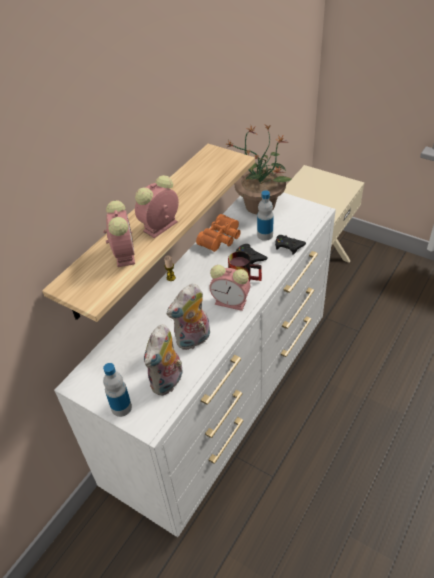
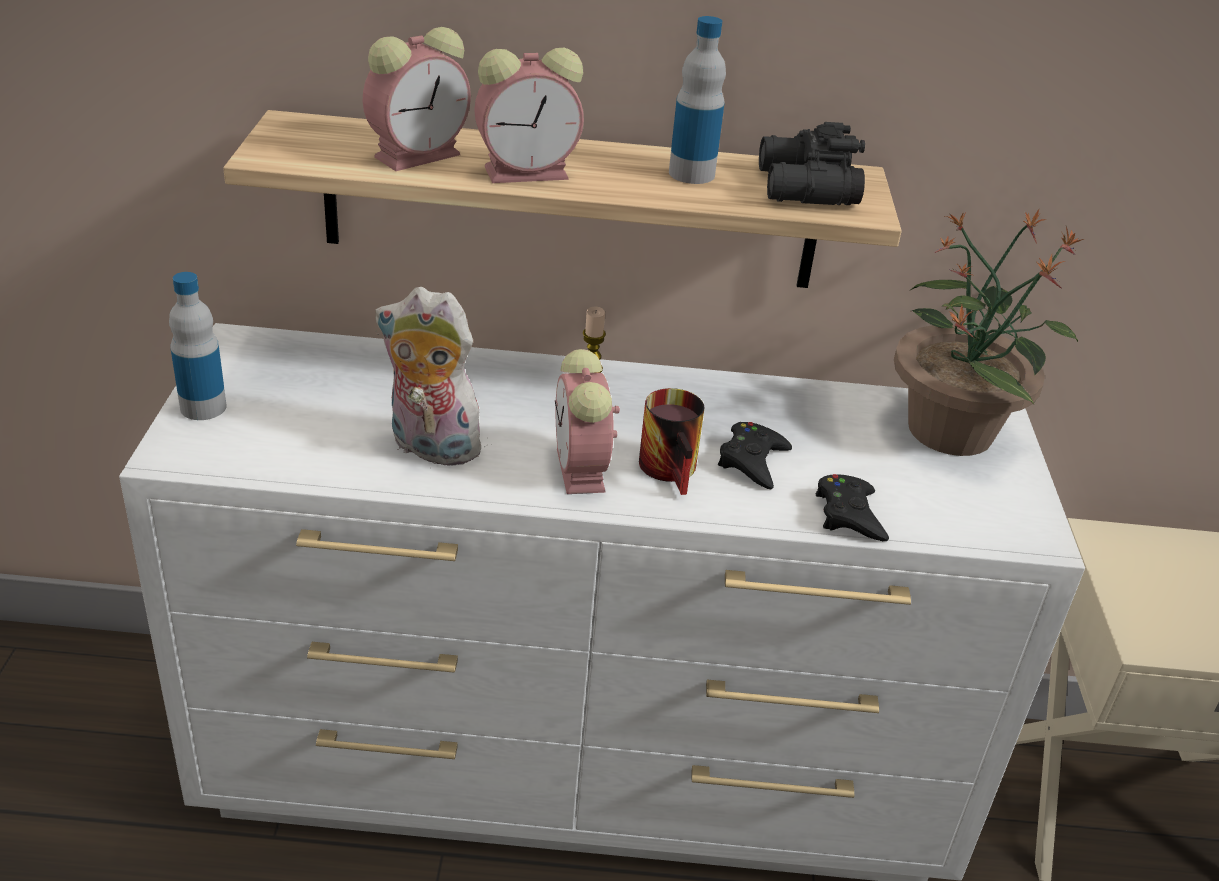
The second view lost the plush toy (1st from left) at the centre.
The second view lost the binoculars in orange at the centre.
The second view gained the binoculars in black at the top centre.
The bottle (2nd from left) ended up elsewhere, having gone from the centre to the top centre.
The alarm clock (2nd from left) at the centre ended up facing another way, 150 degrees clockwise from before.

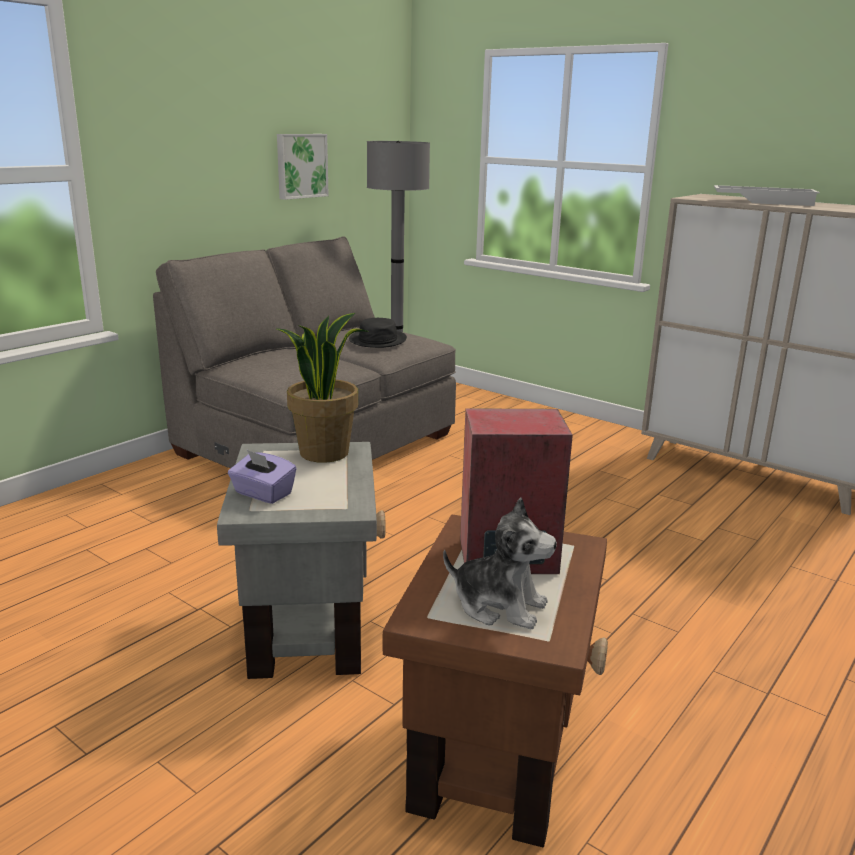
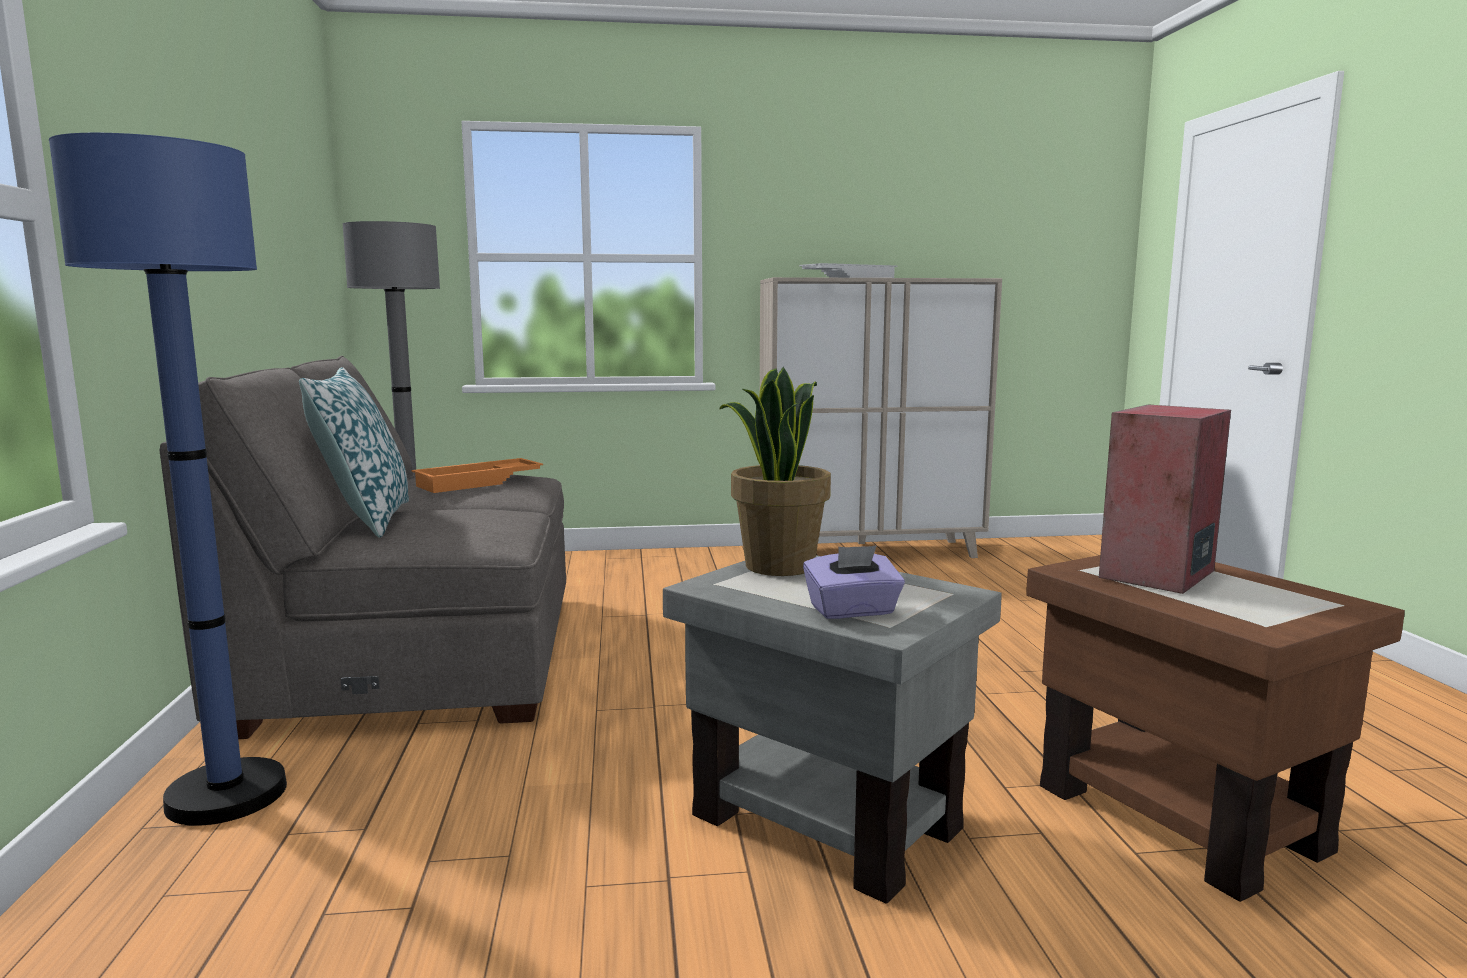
The second view lost the picture at the top centre.
The second view lost the plush toy at the centre.
The second view gained the floor lamp in blue at the middle left.
The second view gained the pillow at the middle left.
Where the hat in black stood at the centre, the tray in orange came to stand at the middle left.

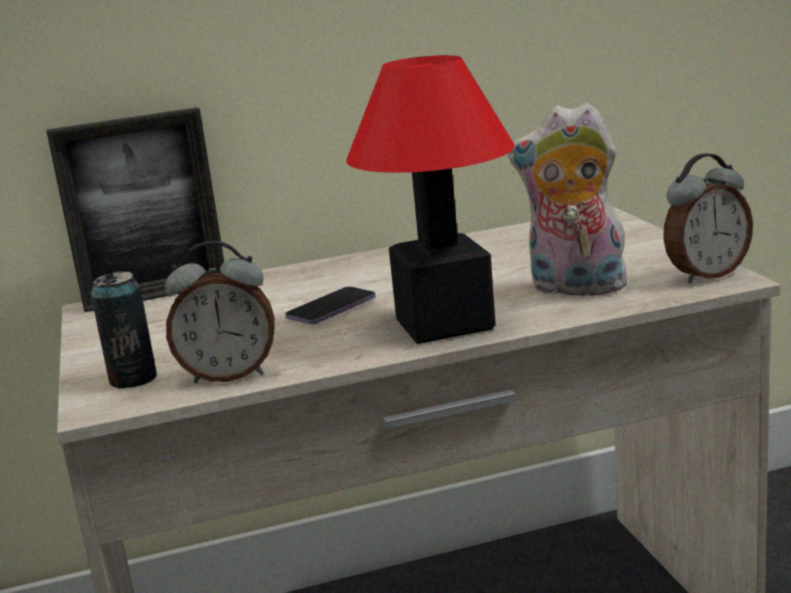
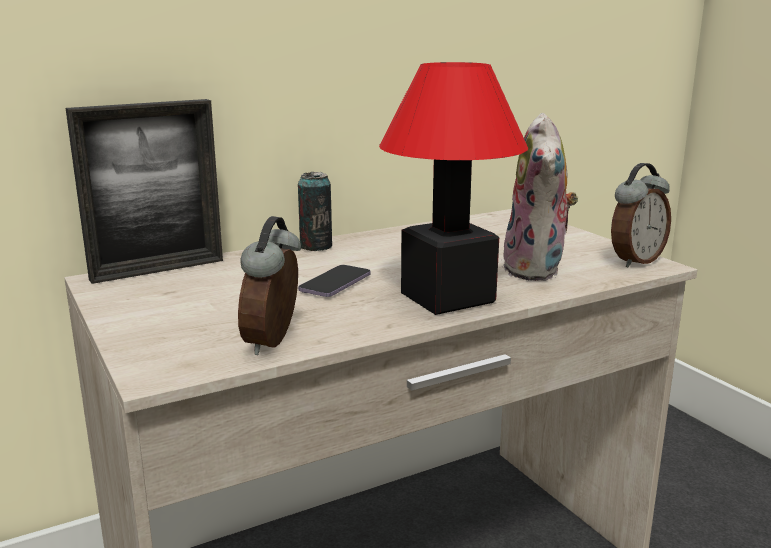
The can ended up elsewhere, having gone from the middle left to the centre.
The alarm clock (1st from left) at the middle left ended up facing another way, 120 degrees clockwise from before.
The plush toy at the middle right ended up facing another way, 90 degrees counterclockwise from before.

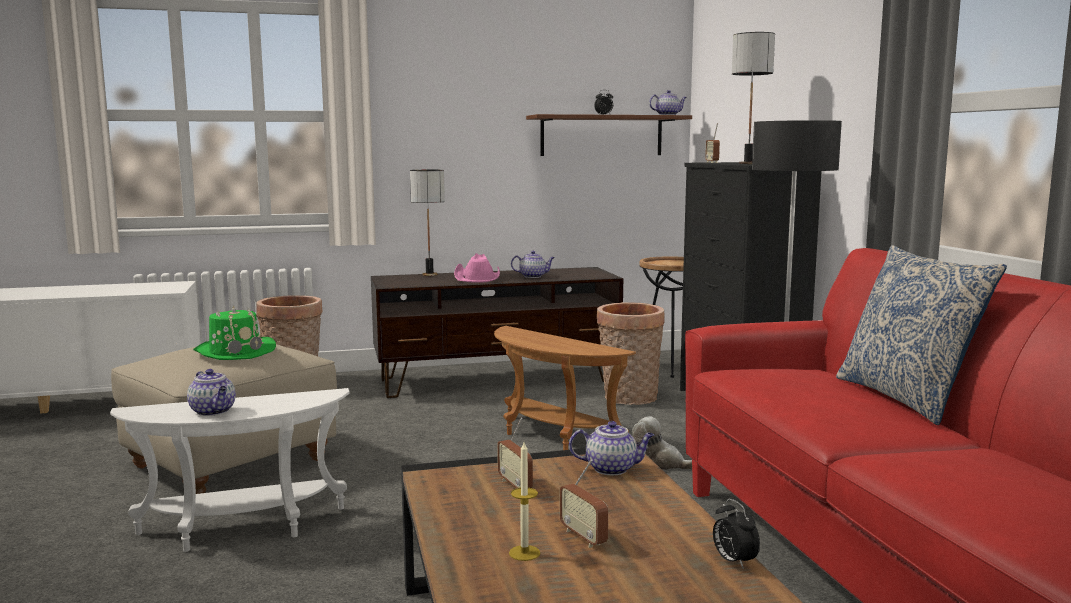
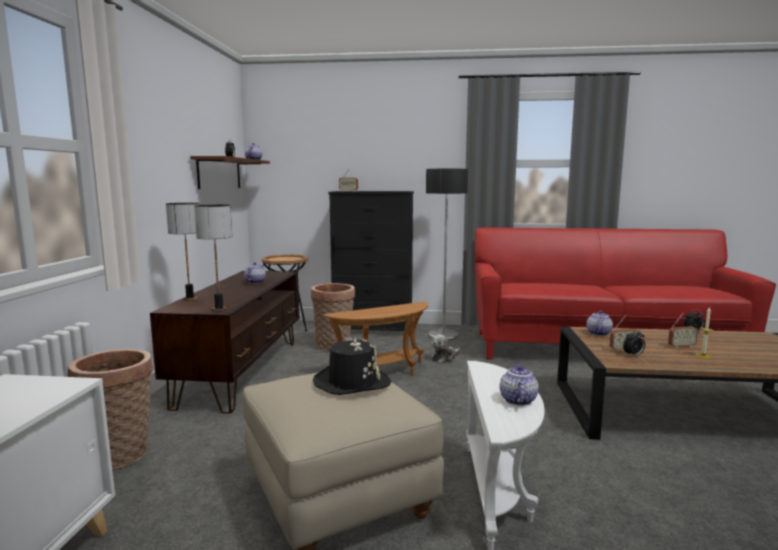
The second view lost the hat in pink at the centre.
The second view lost the pillow at the middle right.
The second view gained the alarm clock (2nd from left) at the middle right.
The table lamp (2nd from left) ended up elsewhere, having gone from the top right to the middle left.
What was the hat in green at the middle left turned into the hat in black at the centre.
The teapot (1st from left in the first image) at the middle left ended up facing another way, 60 degrees counterclockwise from before.

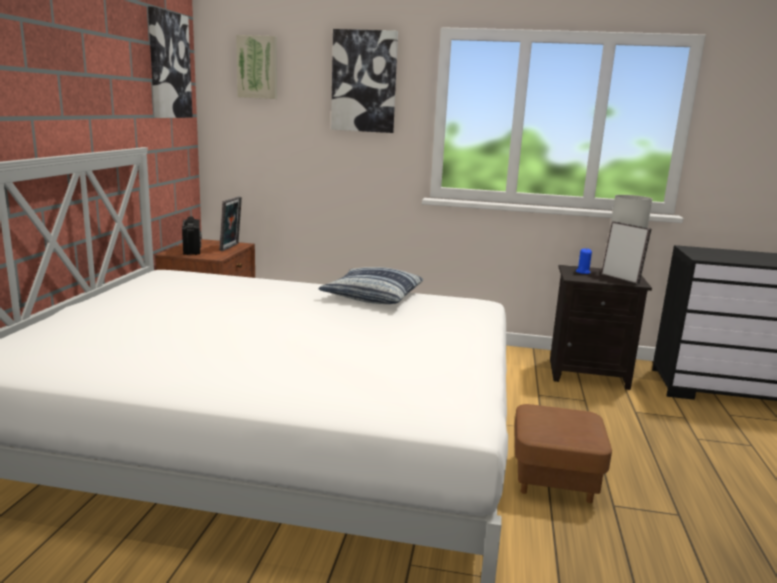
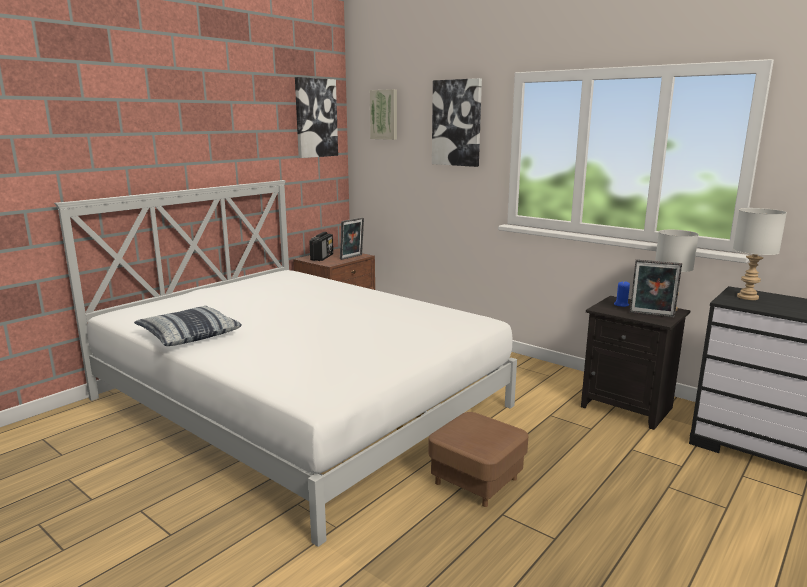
The second view gained the table lamp in grey (2nd from left) at the middle right.
The pillow ended up elsewhere, having gone from the centre to the middle left.
The picture frame (2nd from left) at the middle right ended up facing another way, 120 degrees clockwise from before.

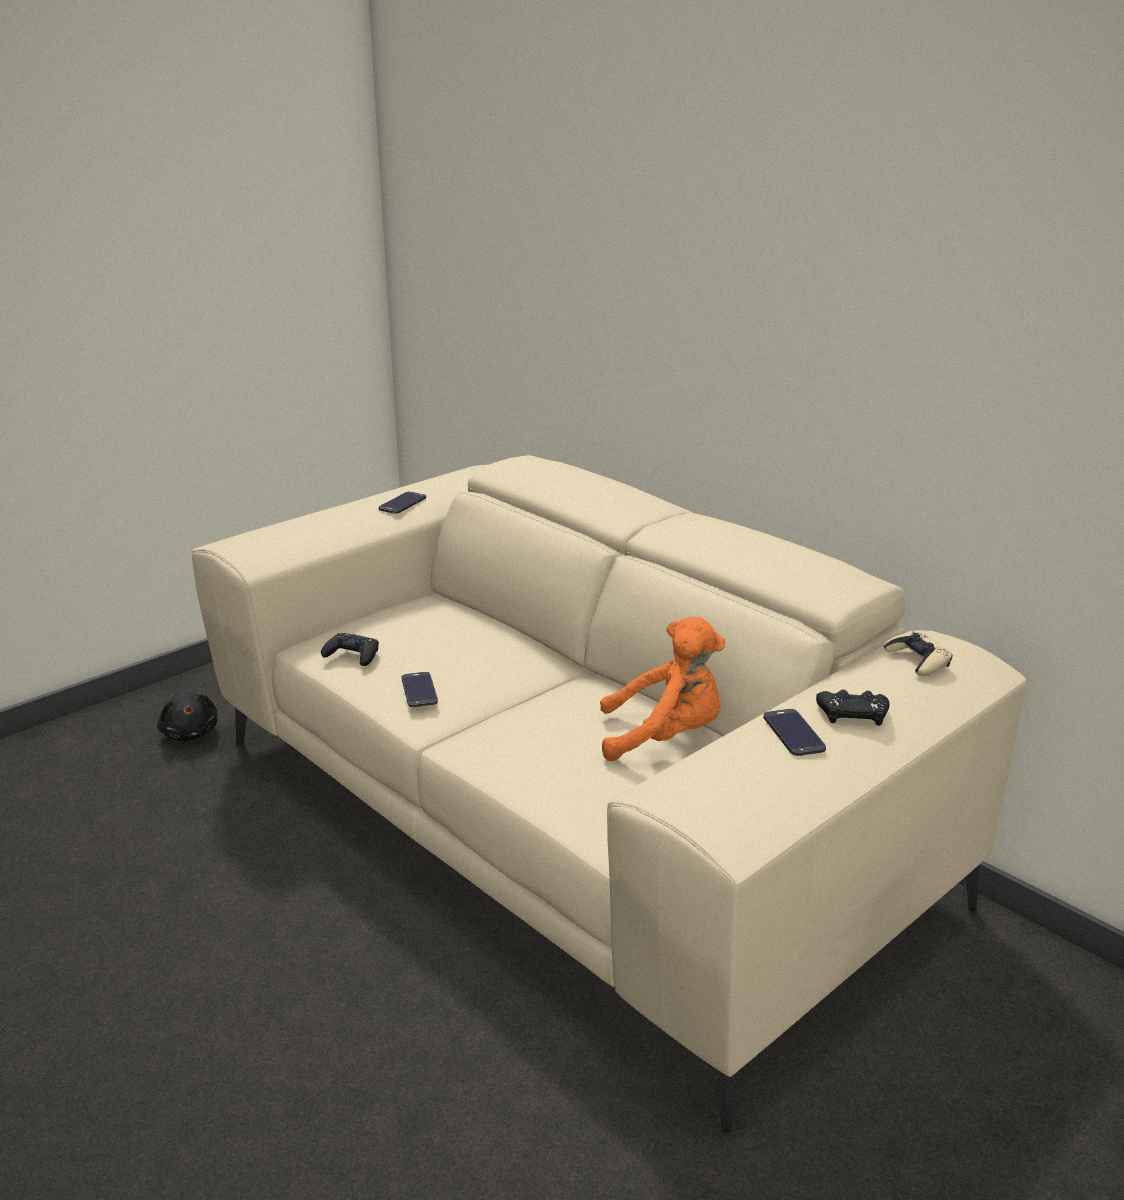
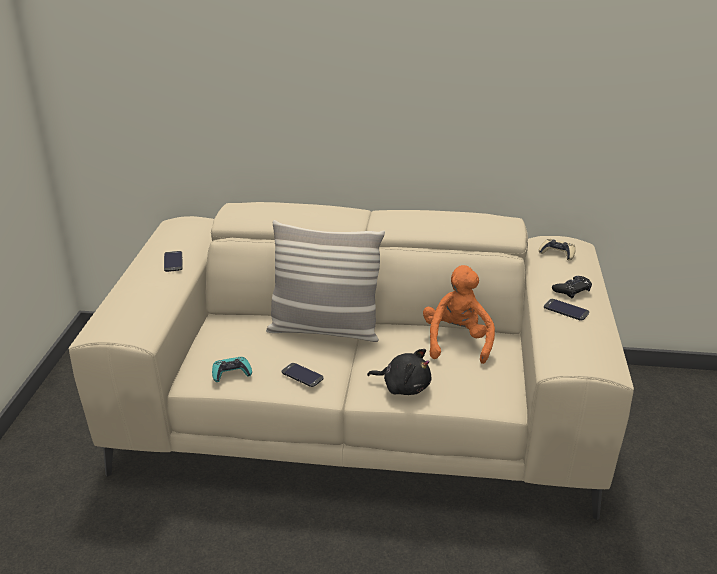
The second view gained the pillow at the centre.
The plush toy in black ended up elsewhere, having gone from the middle left to the centre.
What was the game controller in black (1st from left) at the middle left turned into the game controller in turquoise at the middle left.
The plush toy in orange at the centre ended up facing another way, 45 degrees counterclockwise from before.

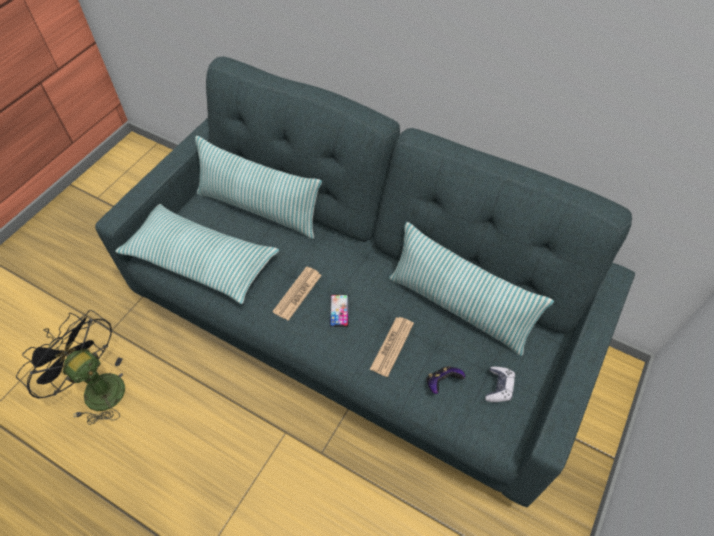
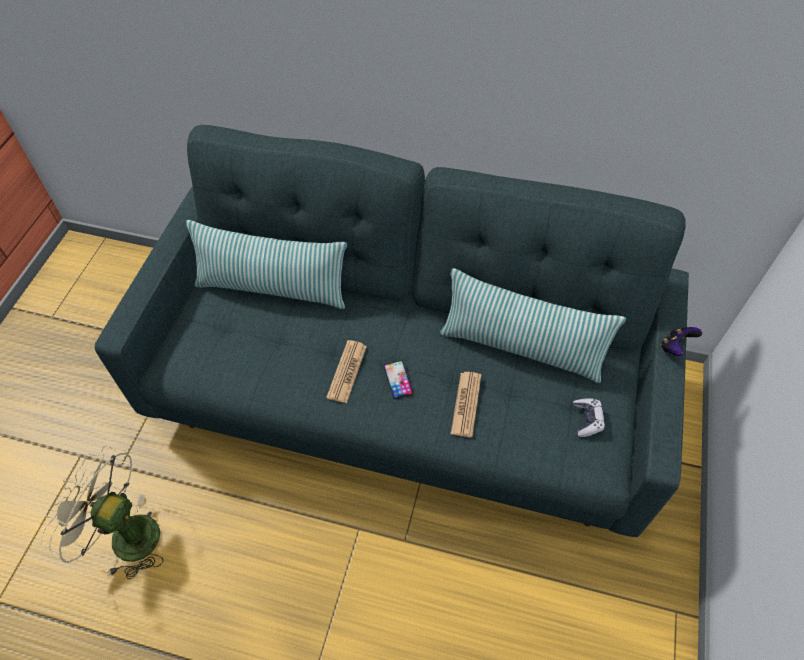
The second view lost the pillow (1st from left) at the middle left.
The game controller (1st from left in the first image) ended up elsewhere, having gone from the bottom centre to the middle right.
What was the fan in black at the bottom left turned into the fan in beige at the bottom left.

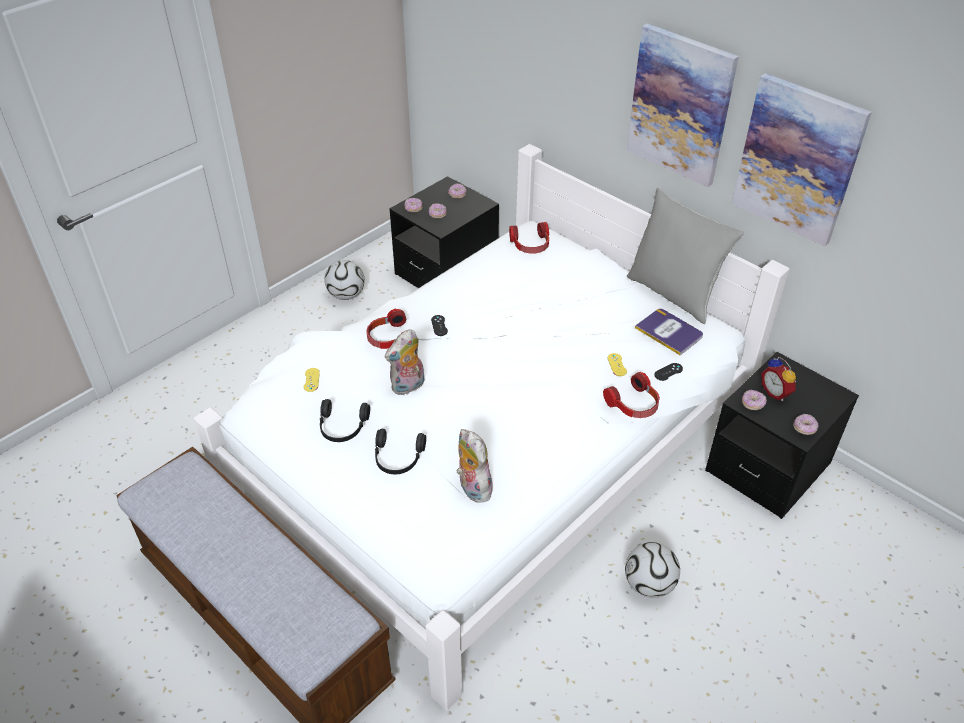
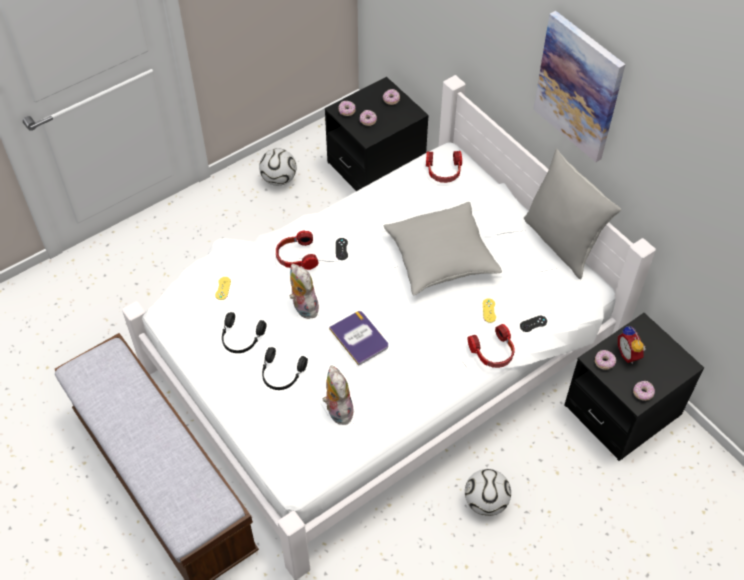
The second view lost the picture (2nd from left) at the top right.
The second view gained the pillow in grey (1st from left) at the centre.
The book ended up elsewhere, having gone from the middle right to the centre.
The plush toy (1st from left) at the centre ended up facing another way, 90 degrees clockwise from before.

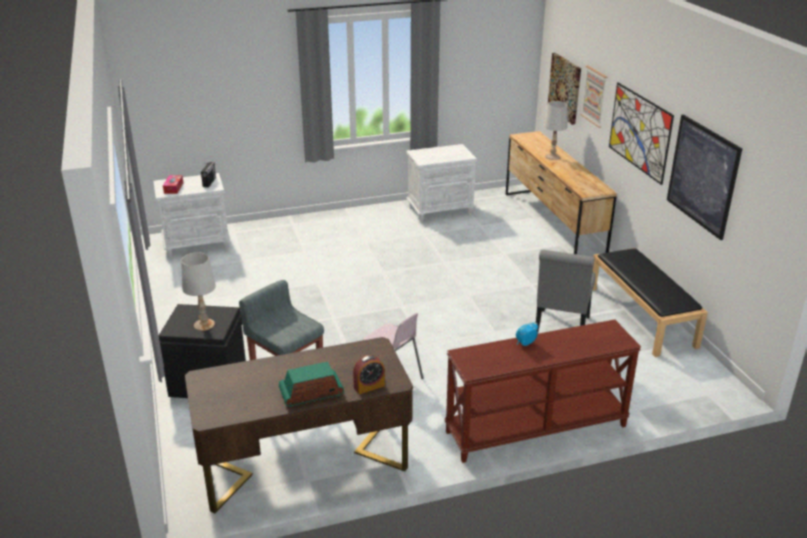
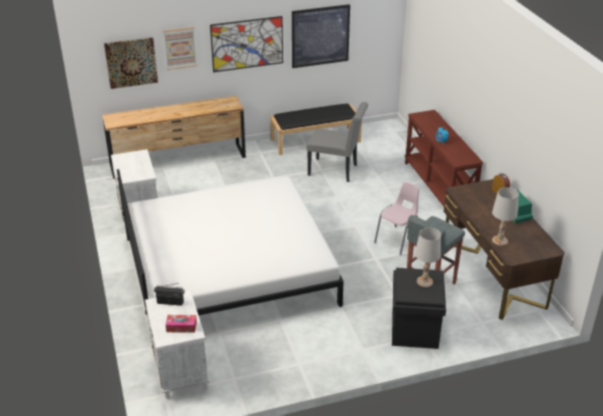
The second view gained the bed in white at the centre.
The table lamp in white (2nd from left) ended up elsewhere, having gone from the top right to the middle right.

